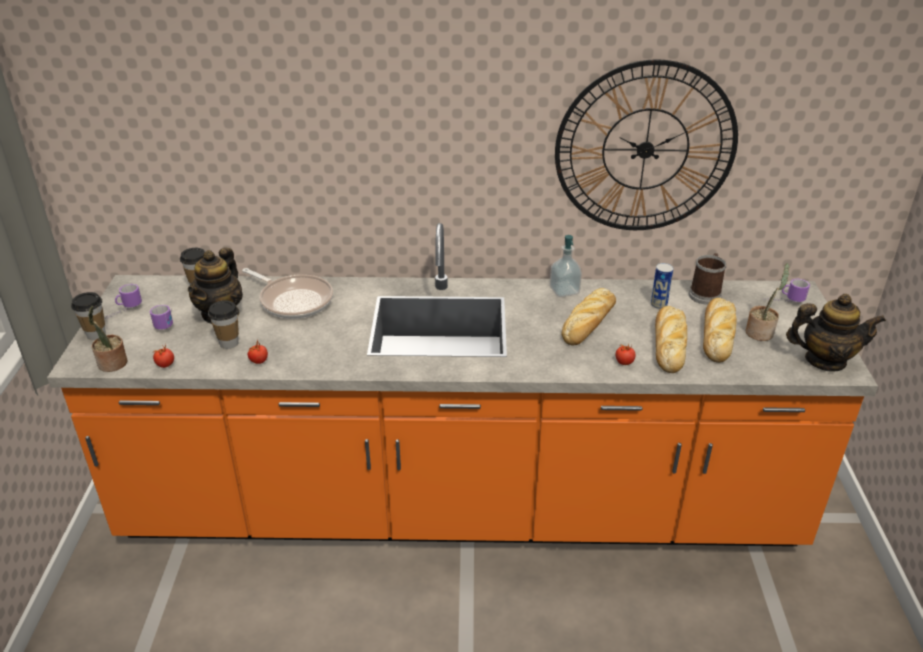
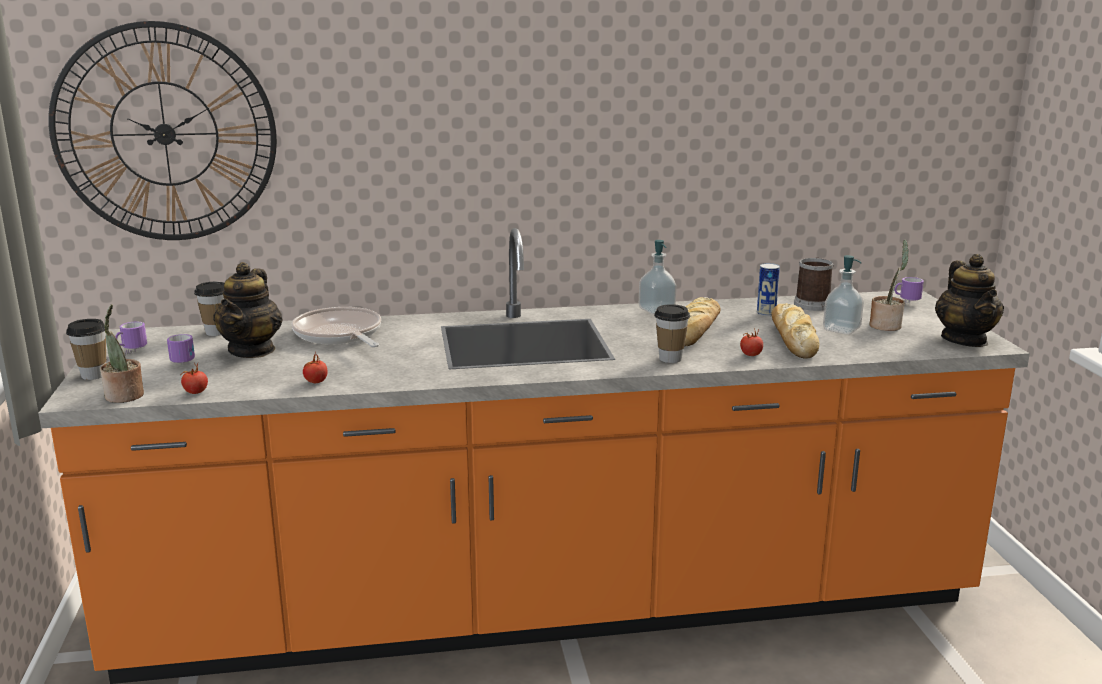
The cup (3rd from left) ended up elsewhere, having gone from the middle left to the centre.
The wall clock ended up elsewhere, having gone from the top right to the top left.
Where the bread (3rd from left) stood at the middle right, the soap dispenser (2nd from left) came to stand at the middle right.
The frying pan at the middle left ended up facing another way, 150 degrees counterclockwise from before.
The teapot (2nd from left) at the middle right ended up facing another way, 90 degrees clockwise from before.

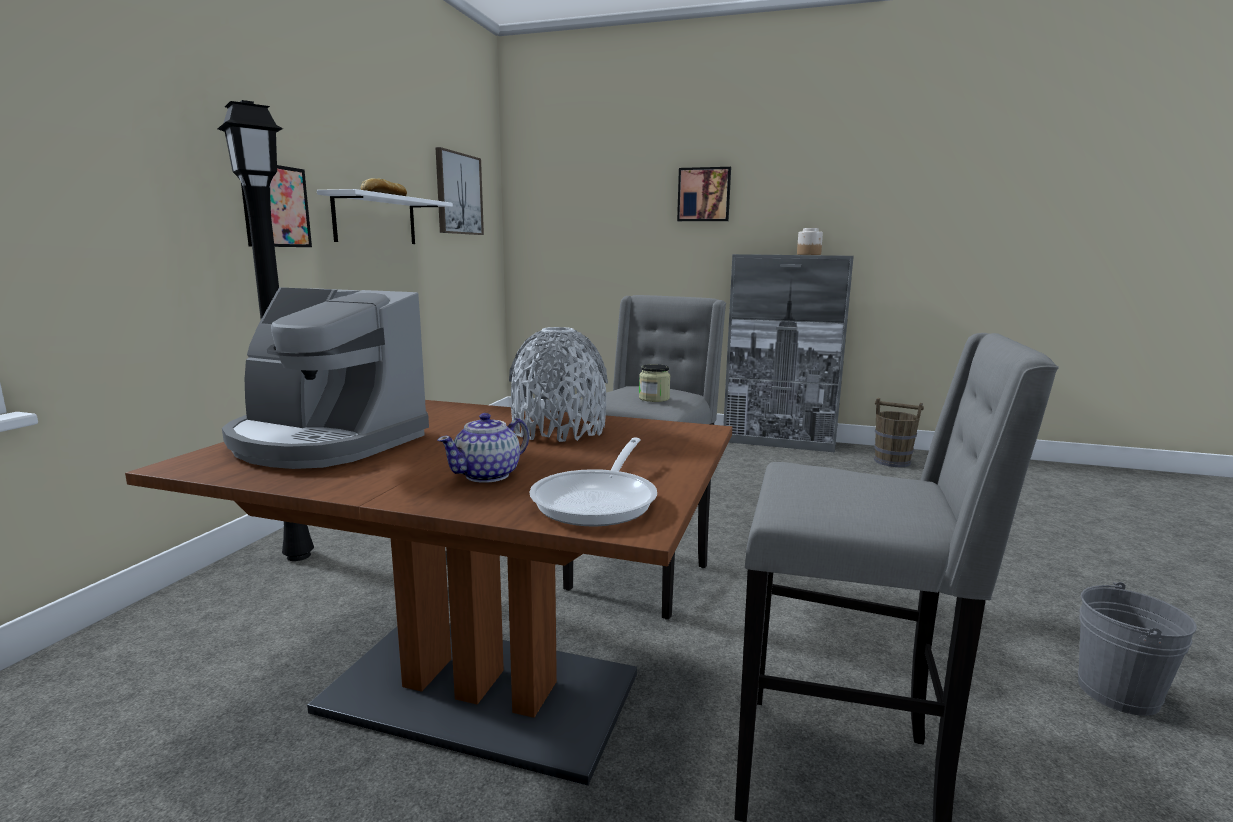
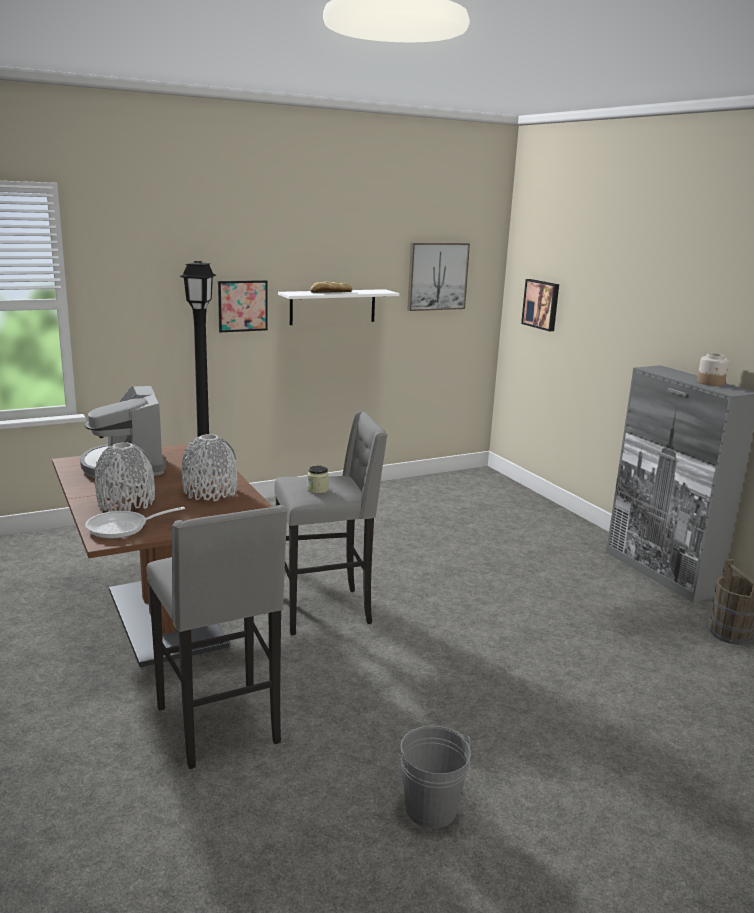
The picture (3rd from left) ended up elsewhere, having gone from the top centre to the middle right.
Where the teapot stood at the centre, the vase in grey (1st from left) came to stand at the middle left.

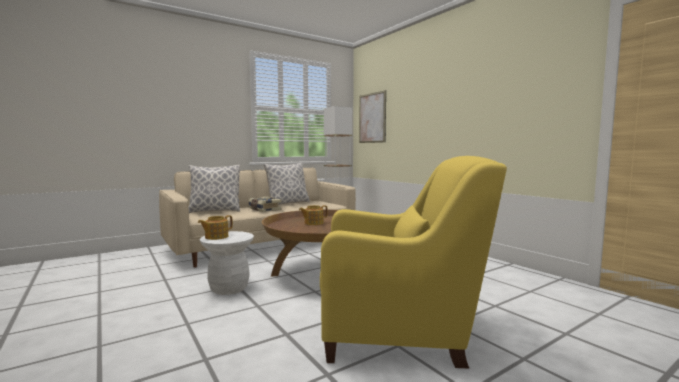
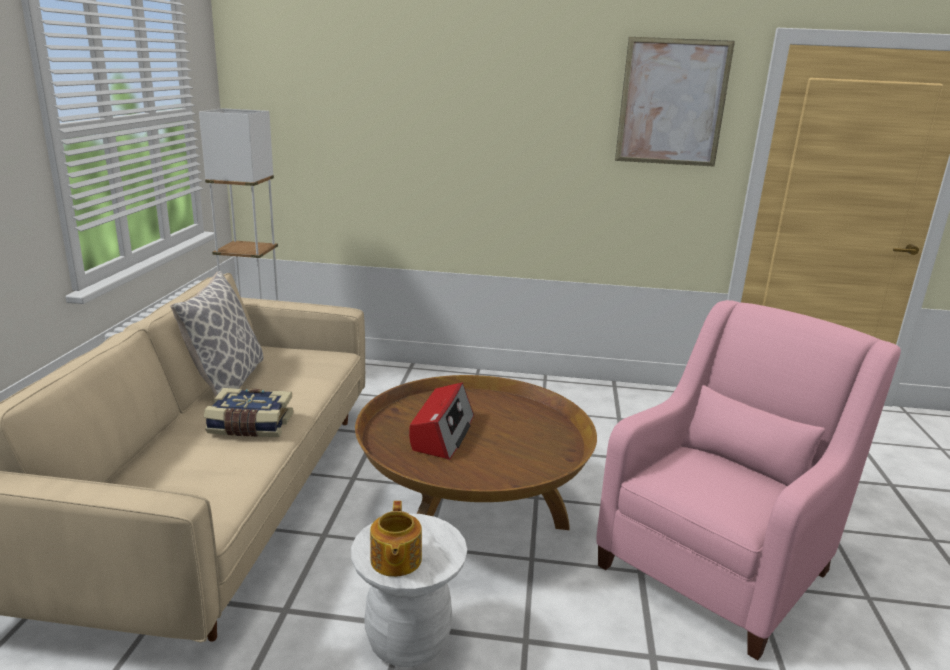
The second view lost the pillow (1st from left) at the middle left.
The picture ended up elsewhere, having gone from the top centre to the top right.
Where the teapot (2nd from left) stood at the centre, the radio came to stand at the centre.
What was the armchair in yellow at the bottom centre turned into the armchair in pink at the bottom right.

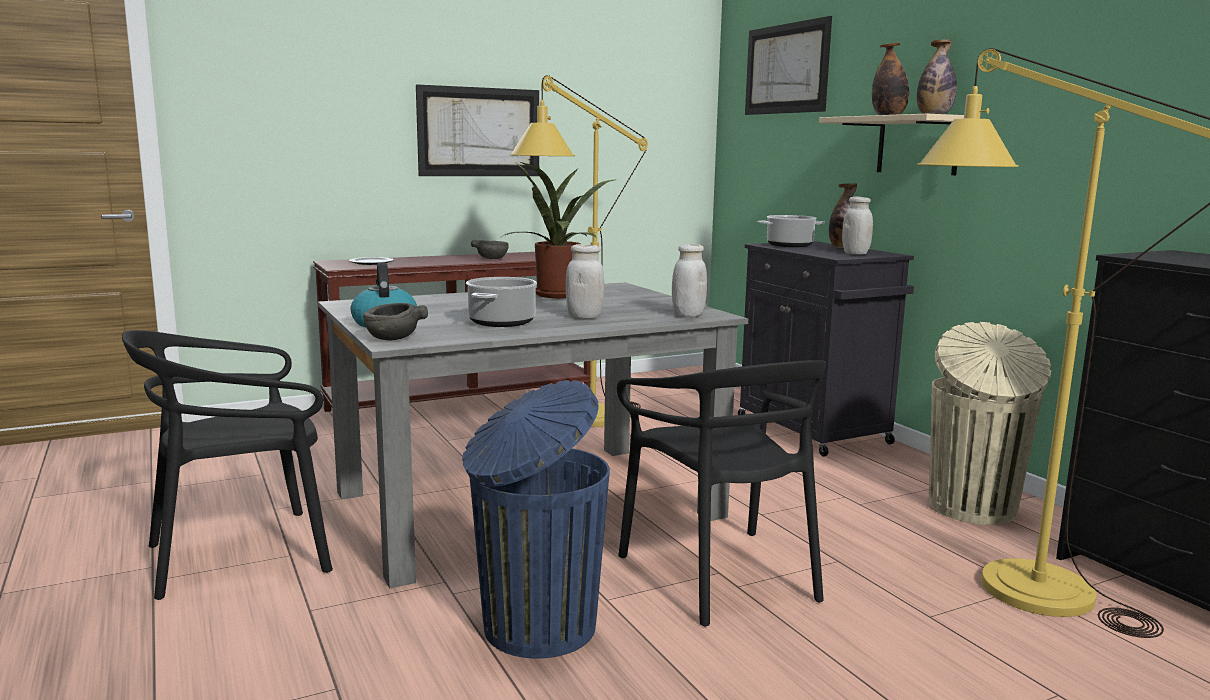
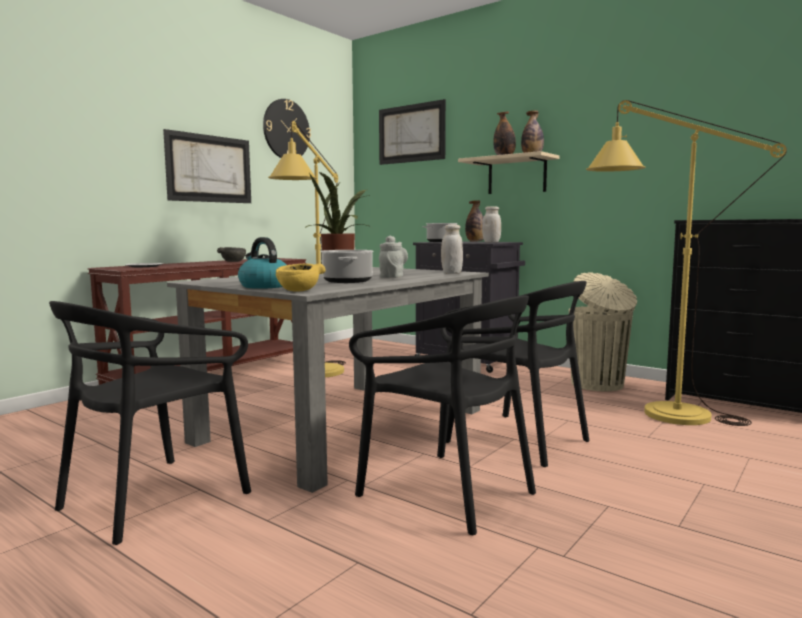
The second view gained the wall clock at the top centre.
Where the trash can in blue stood at the bottom centre, the chair in black (2nd from left) came to stand at the bottom centre.
Where the jar in white (1st from left) stood at the centre, the teapot in grey came to stand at the centre.
What was the bowl in grey (1st from left) at the middle left turned into the bowl in yellow at the centre.

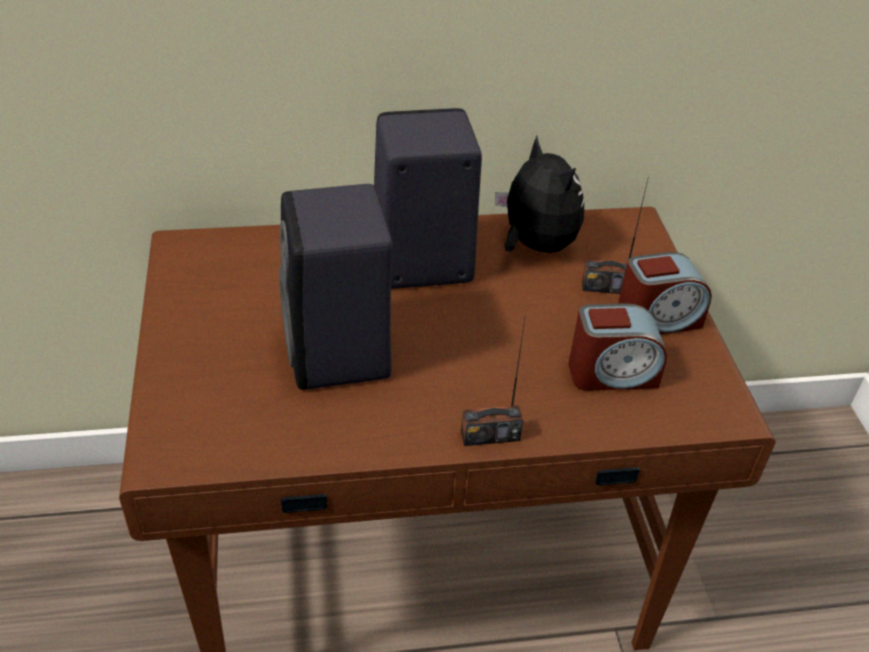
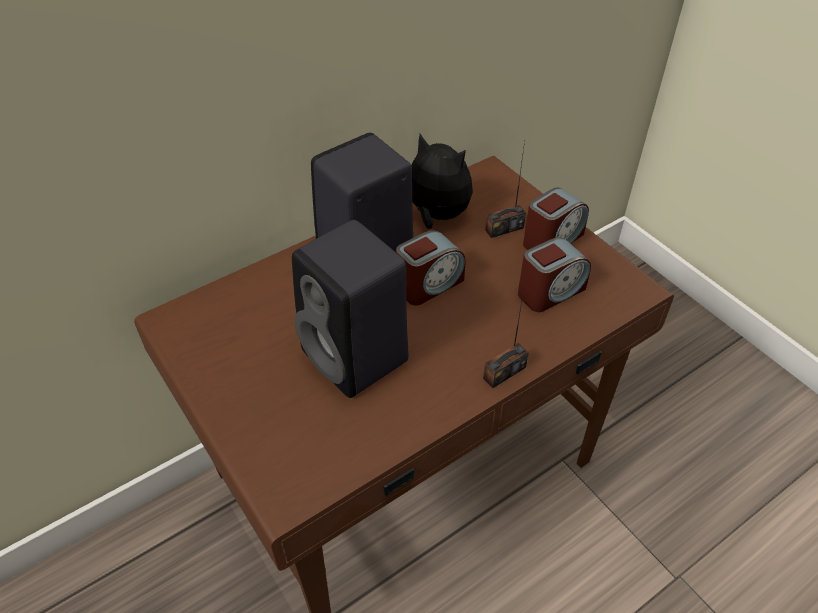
The second view gained the alarm clock (1st from left) at the centre.

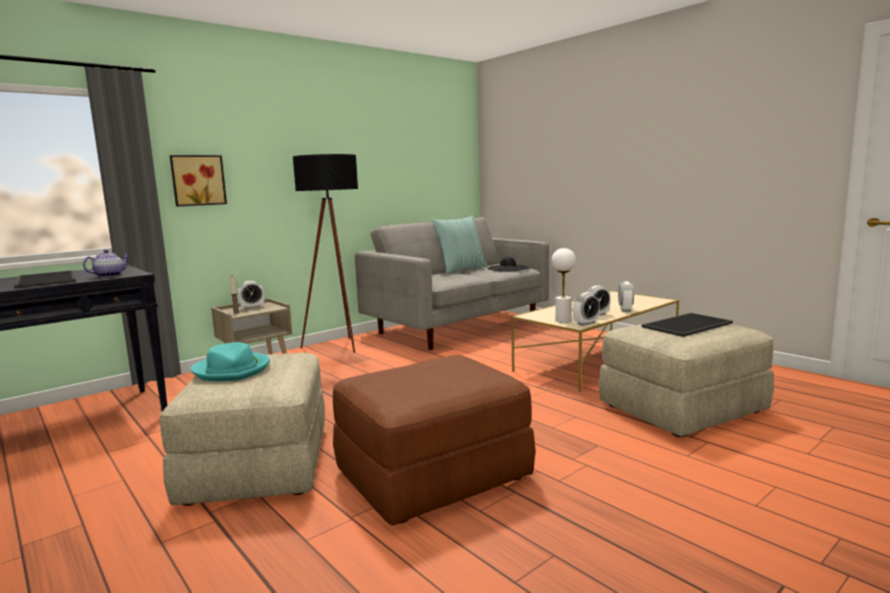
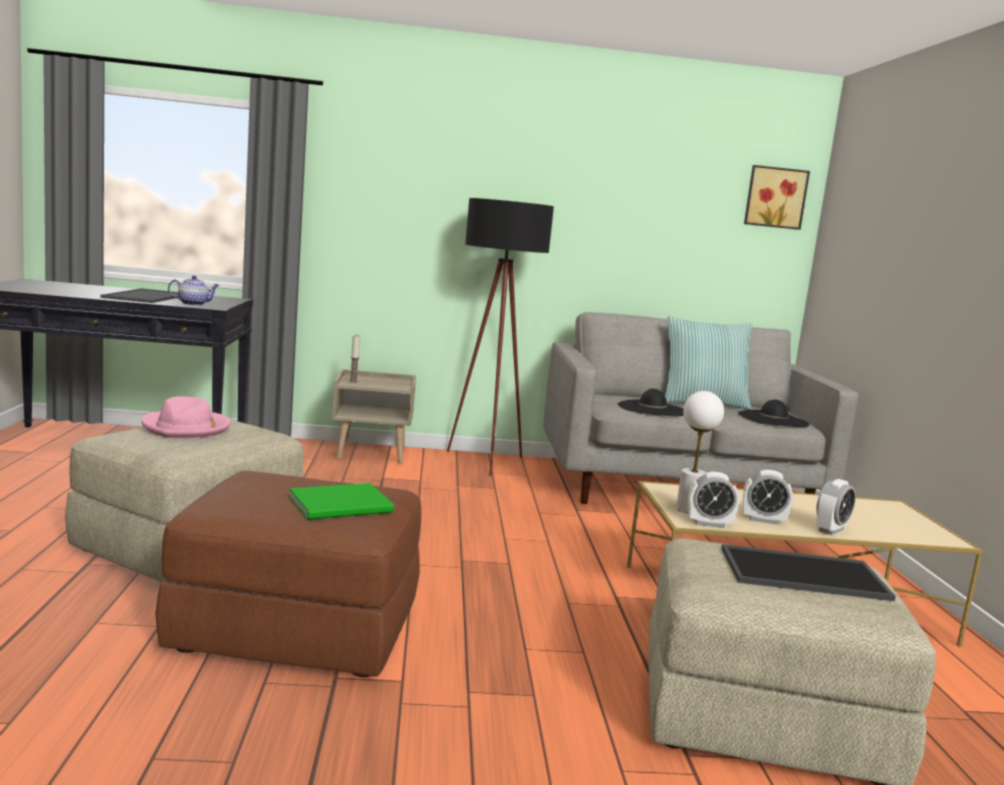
The second view lost the alarm clock (1st from left) at the middle left.
The second view gained the book in green at the centre.
The second view gained the hat in black (1st from left) at the centre.
The picture ended up elsewhere, having gone from the top left to the top right.
What was the hat in turquoise at the middle left turned into the hat in pink at the middle left.

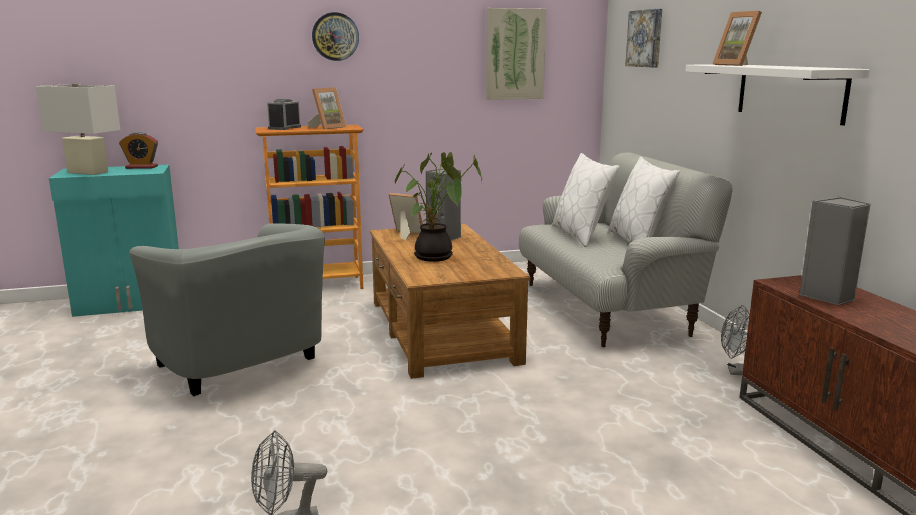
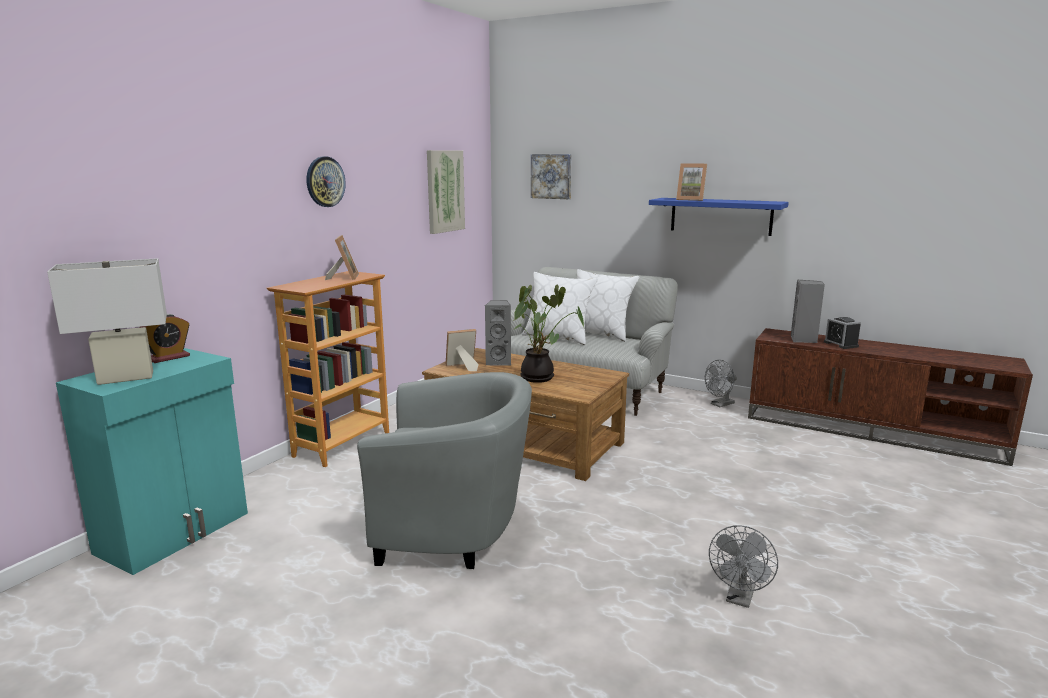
The alarm clock (2nd from left) ended up elsewhere, having gone from the top left to the middle right.
What was the shelf in white at the top right turned into the shelf in blue at the top right.

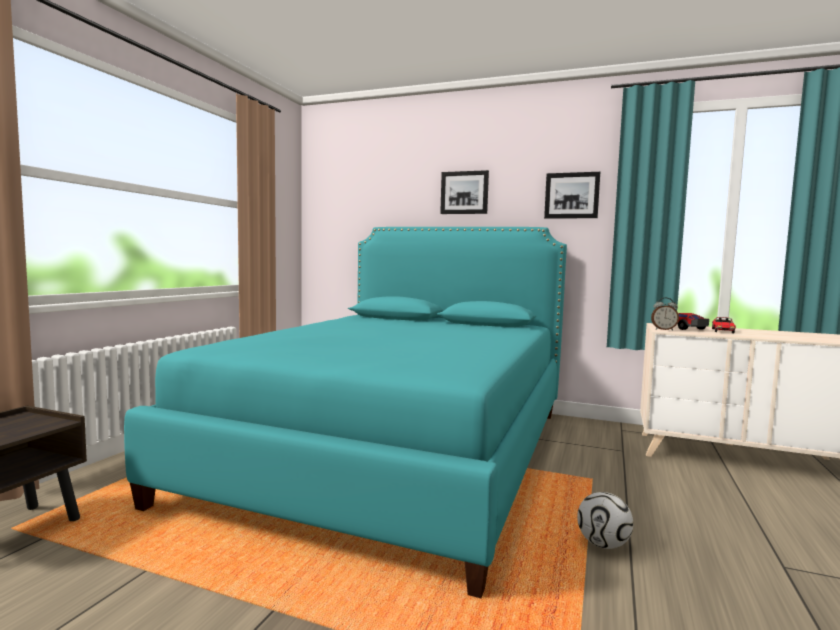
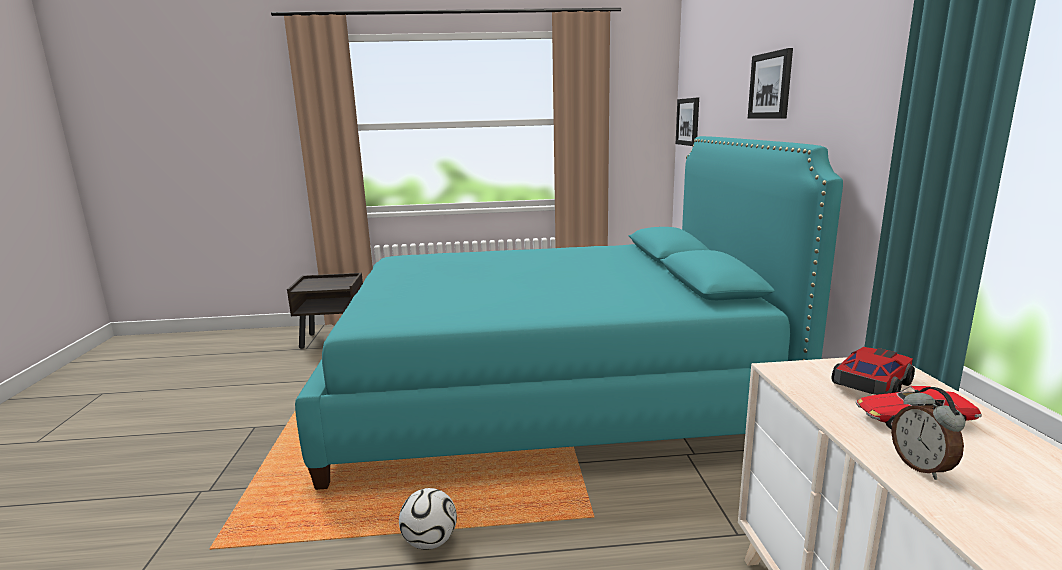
The picture (2nd from left in the first image) ended up elsewhere, having gone from the top right to the top centre.
The alarm clock ended up elsewhere, having gone from the middle right to the bottom right.

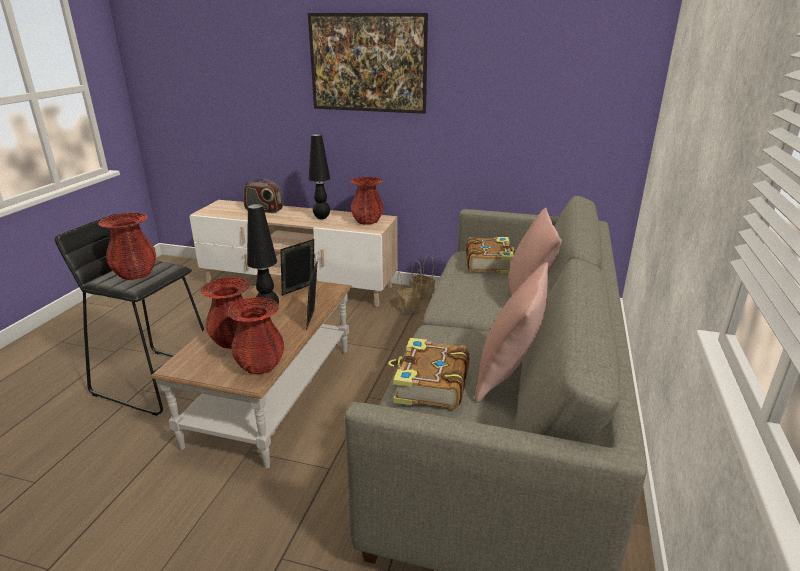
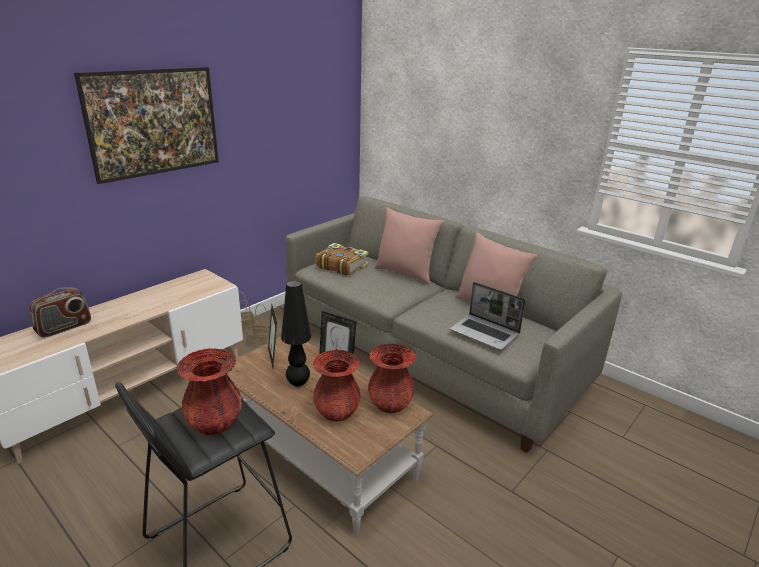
The second view lost the table lamp in black (2nd from left) at the top centre.
The second view lost the vase in red (4th from left) at the centre.
Where the book (1st from left) stood at the centre, the laptop came to stand at the centre.

